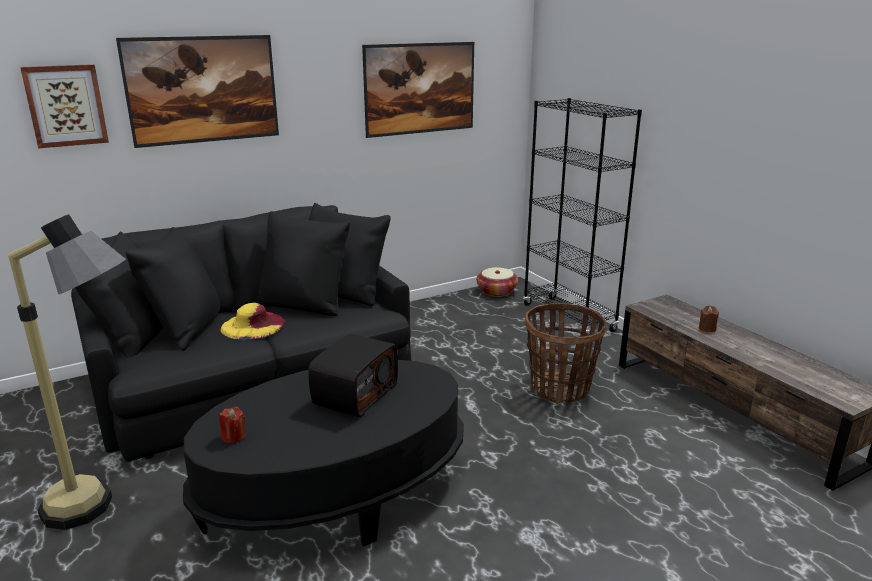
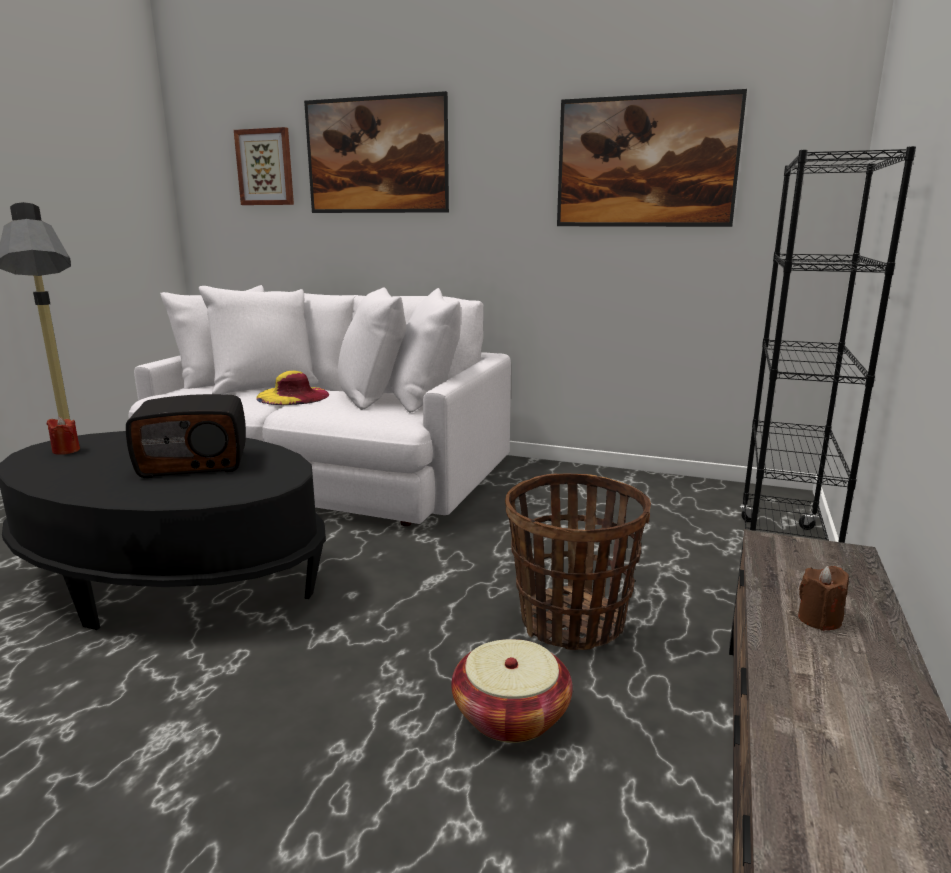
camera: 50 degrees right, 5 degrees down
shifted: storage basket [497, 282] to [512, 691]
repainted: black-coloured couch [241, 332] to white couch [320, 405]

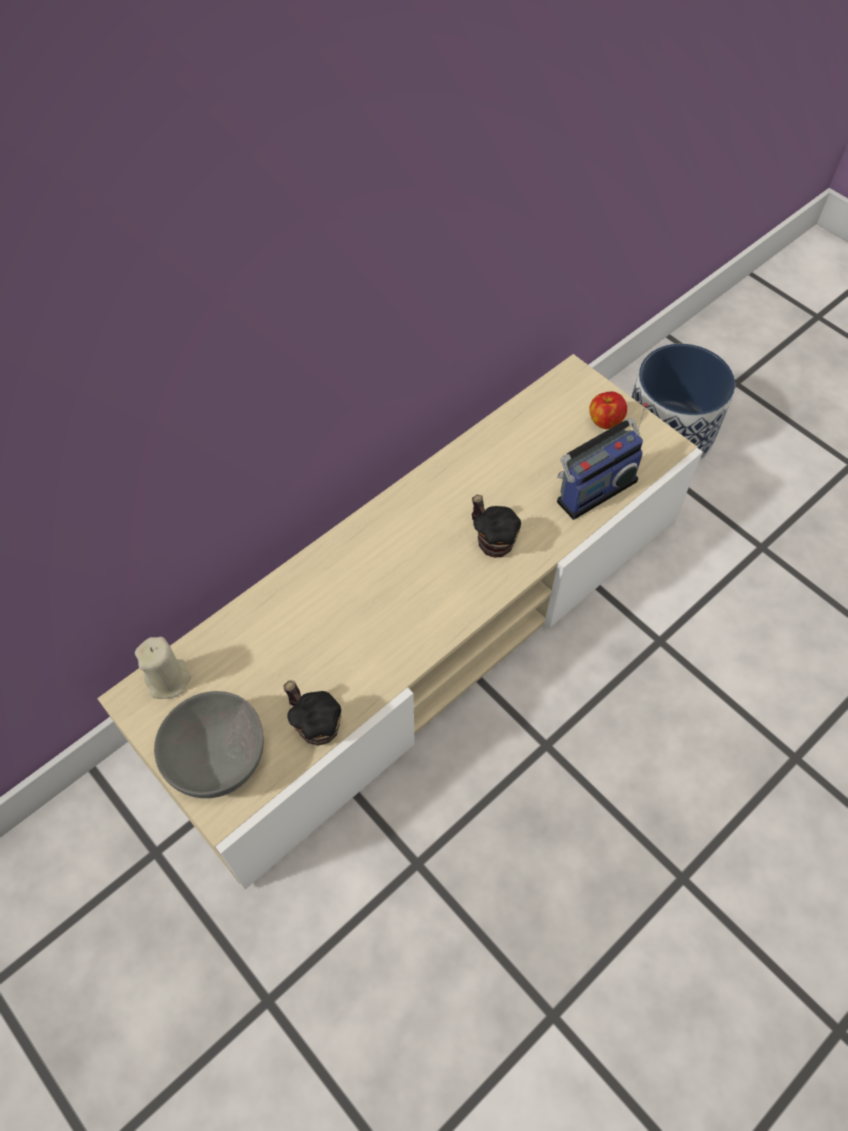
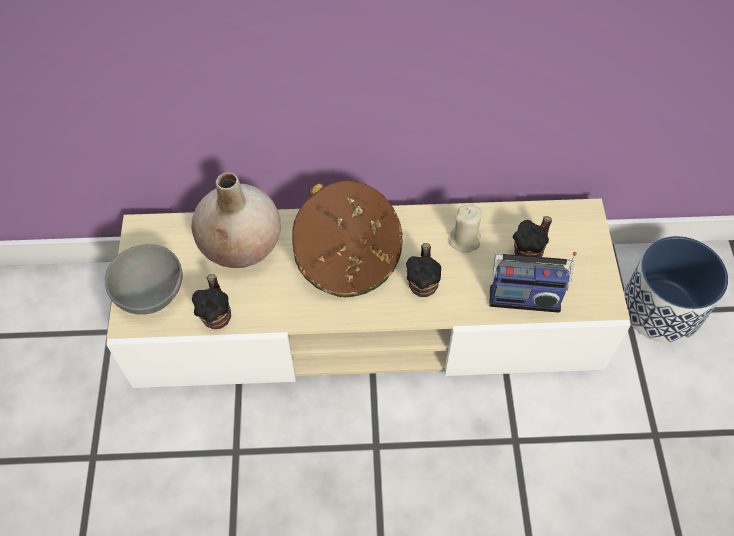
camera: 40 degrees right, 0 degrees up
gone: apple [608, 410]
new: beige-coloured vase [236, 220]; brown-coloured clothing hat [347, 238]; coffee mug [532, 239]
shifted: beige-coloured wax light [163, 668] to [465, 229]

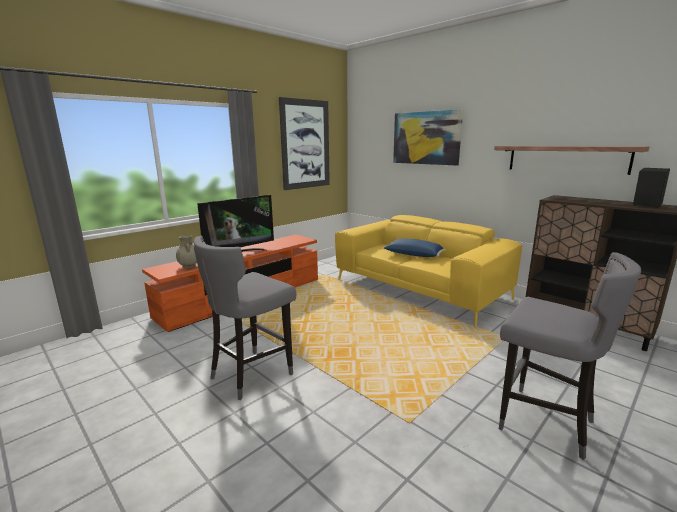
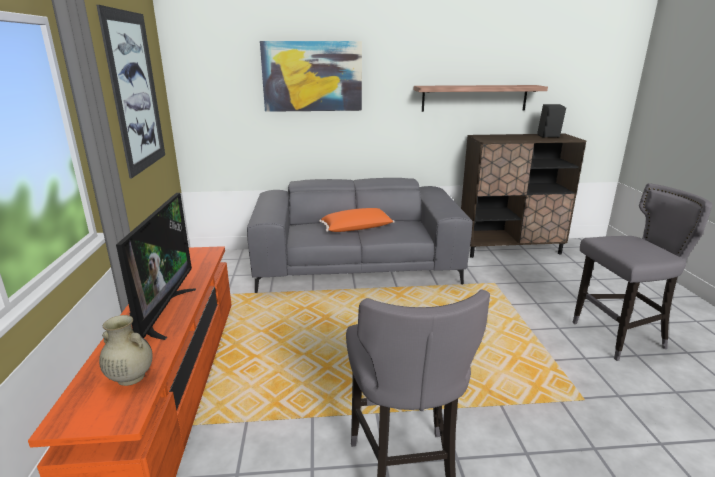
camera: 50 degrees left, 5 degrees up
repainted: yellow-coloured couch [428, 270] to greyish couch [360, 235]; bluish throw pillow [414, 248] to orangey throw pillow [357, 220]

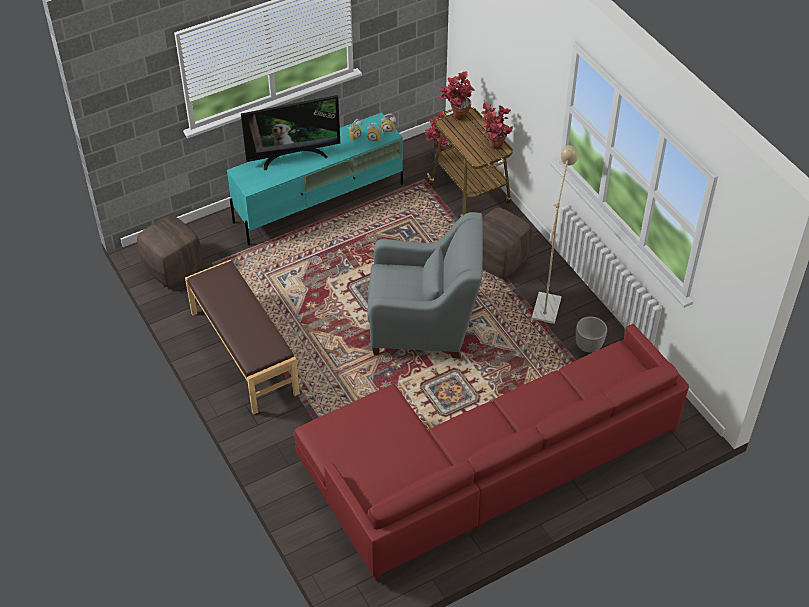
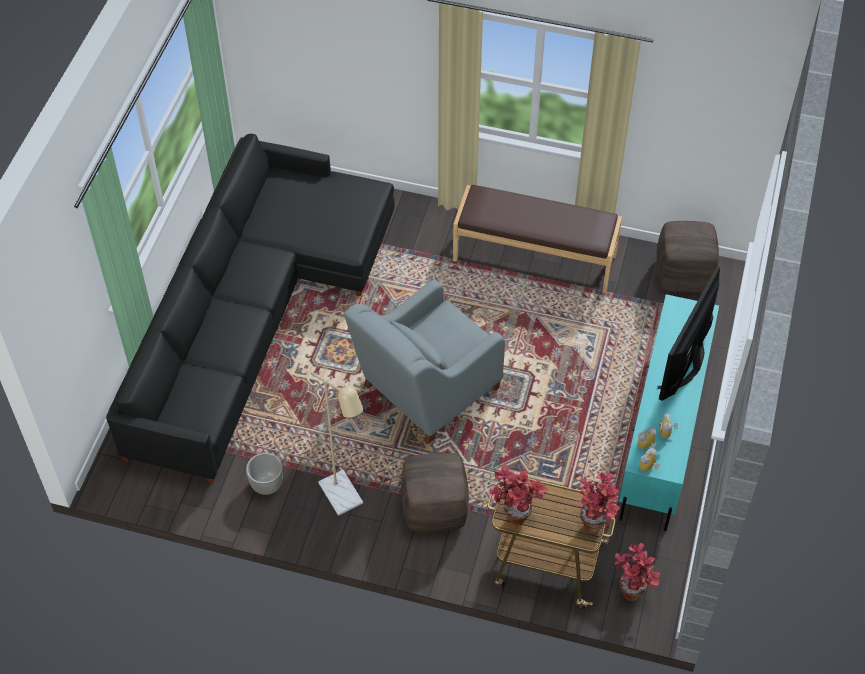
camera: 135 degrees right, 5 degrees up
repainted: red-coloured couch [491, 452] to black-coloured couch [250, 308]

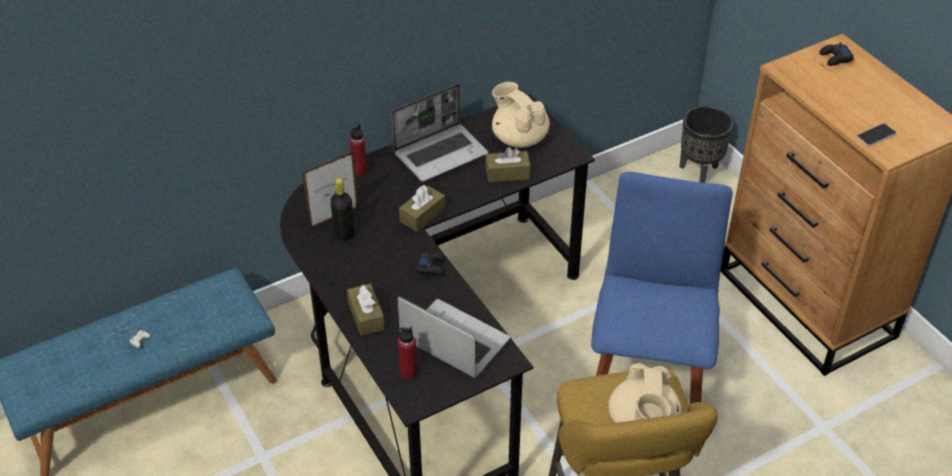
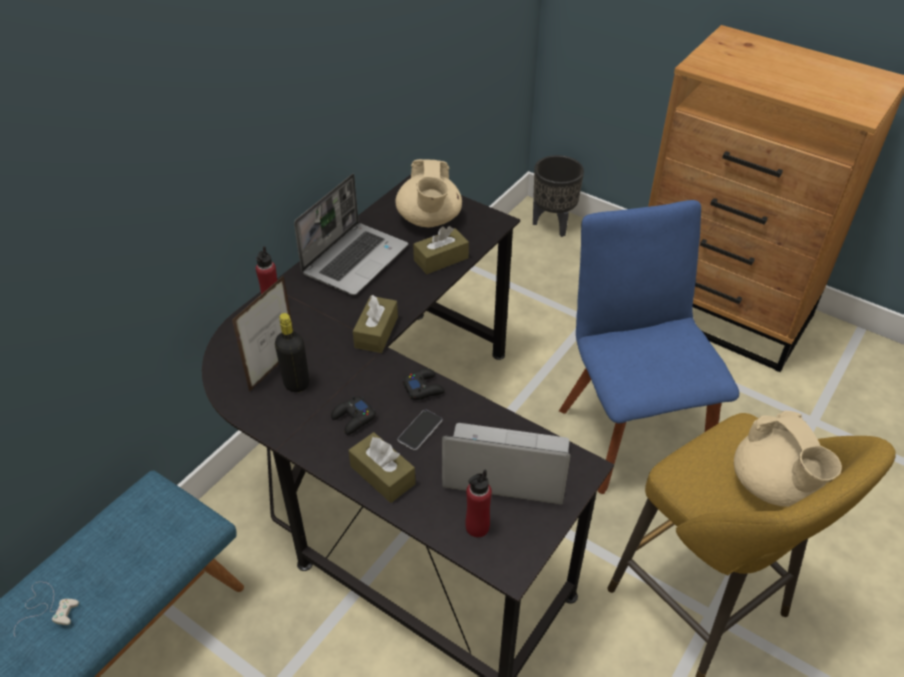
camera: 25 degrees left, 0 degrees up
shifted: black-coloured joypad [836, 54] to [353, 415]; telephone [876, 134] to [420, 430]
rotated: beige-coloured teapot [521, 115] = [428, 193] 120 degrees counterclockwise

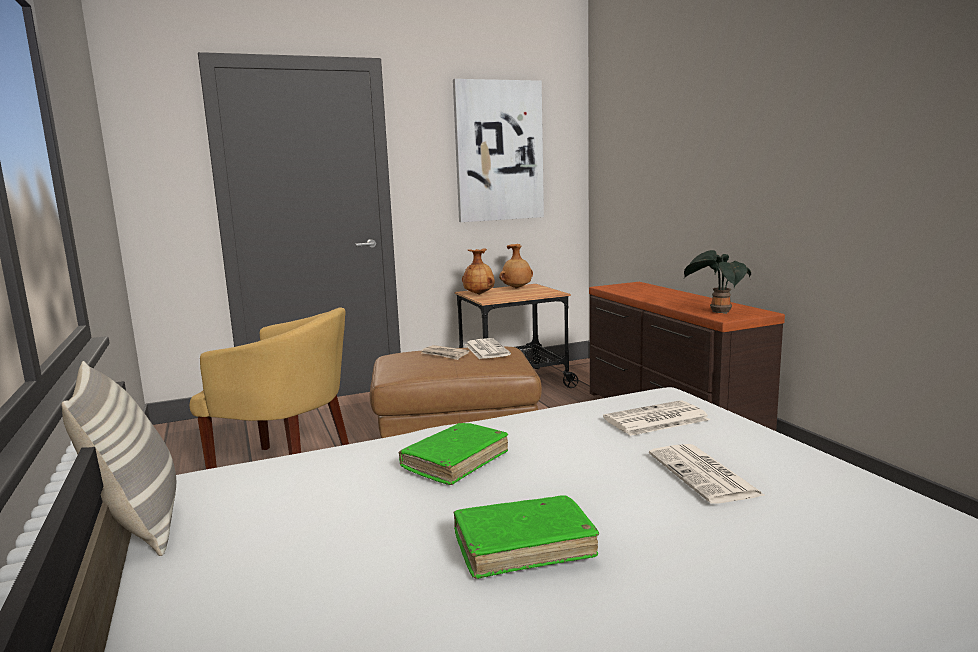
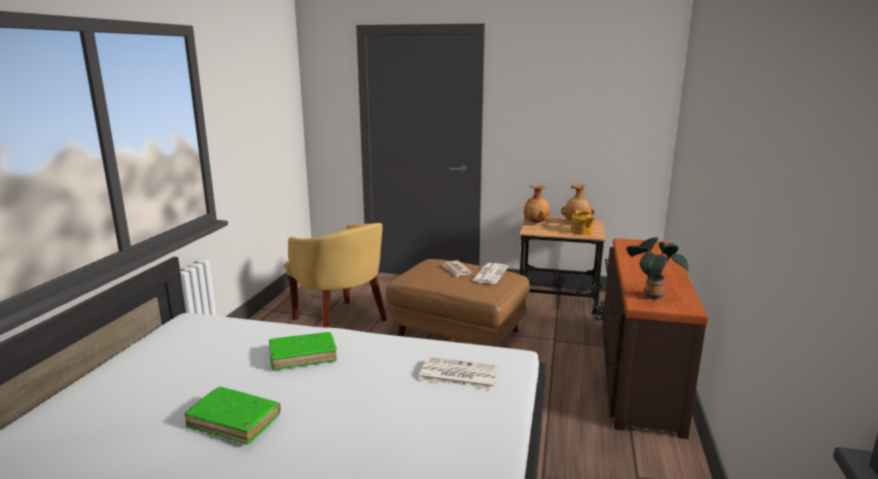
camera: 35 degrees right, 5 degrees up
gone: throw pillow [118, 458]; wall art [498, 150]; printed paper [707, 474]
new: teapot [583, 222]

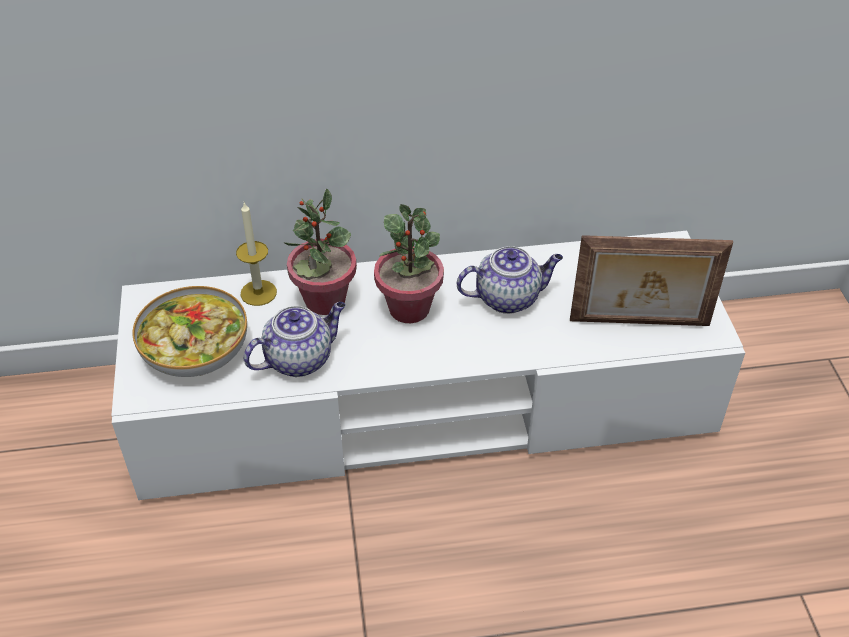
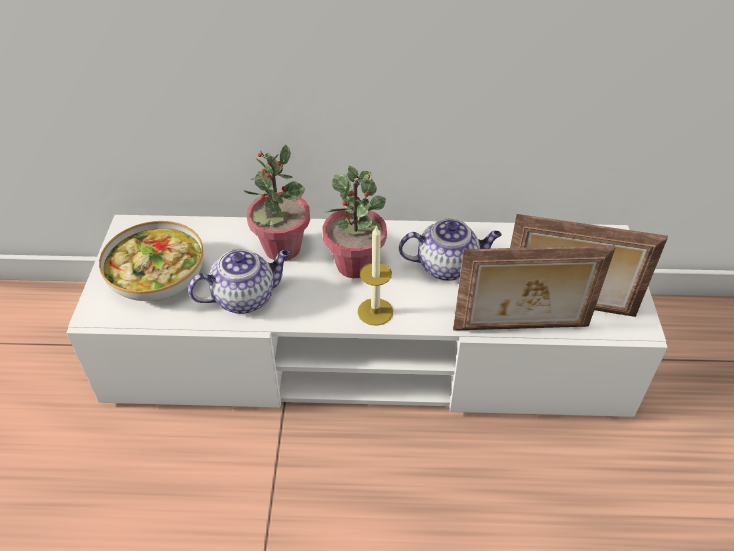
camera: 10 degrees right, 0 degrees up
new: picture frame [534, 288]
shifted: wax light [256, 254] to [375, 275]

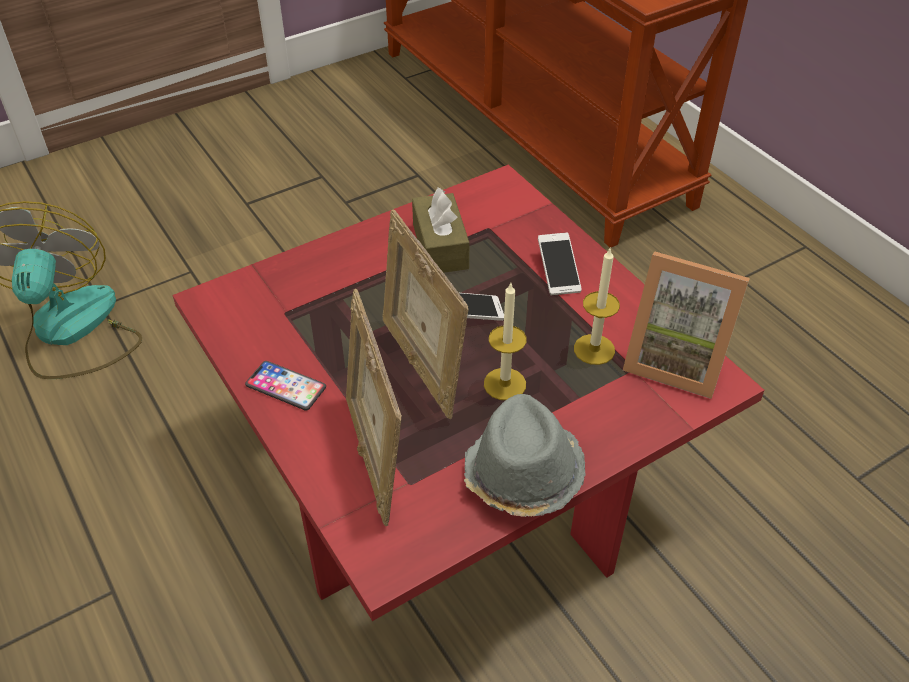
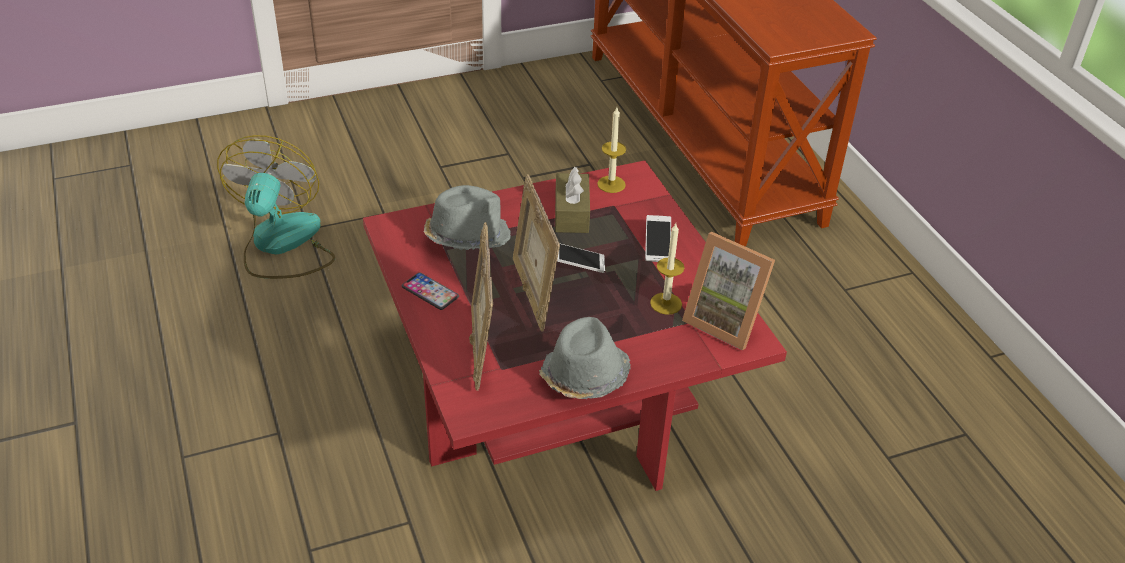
camera: 10 degrees right, 5 degrees down
new: greyish clothing hat [467, 217]
shifted: wax light [505, 341] to [611, 150]

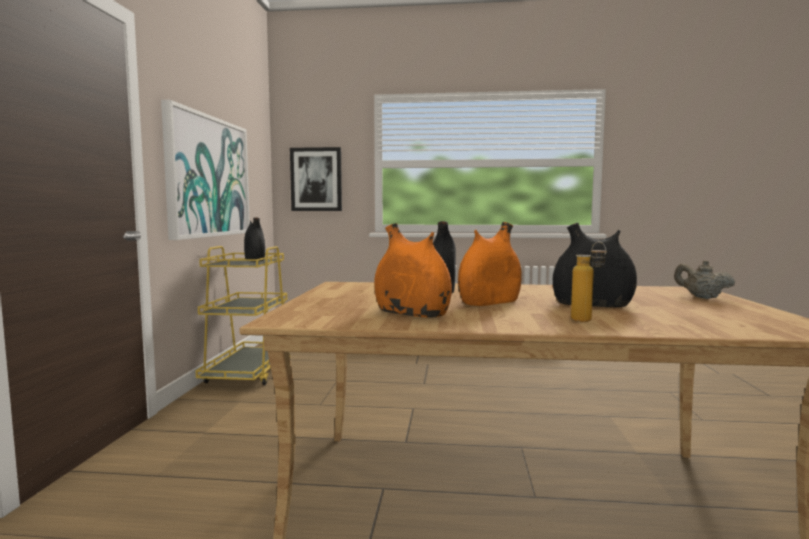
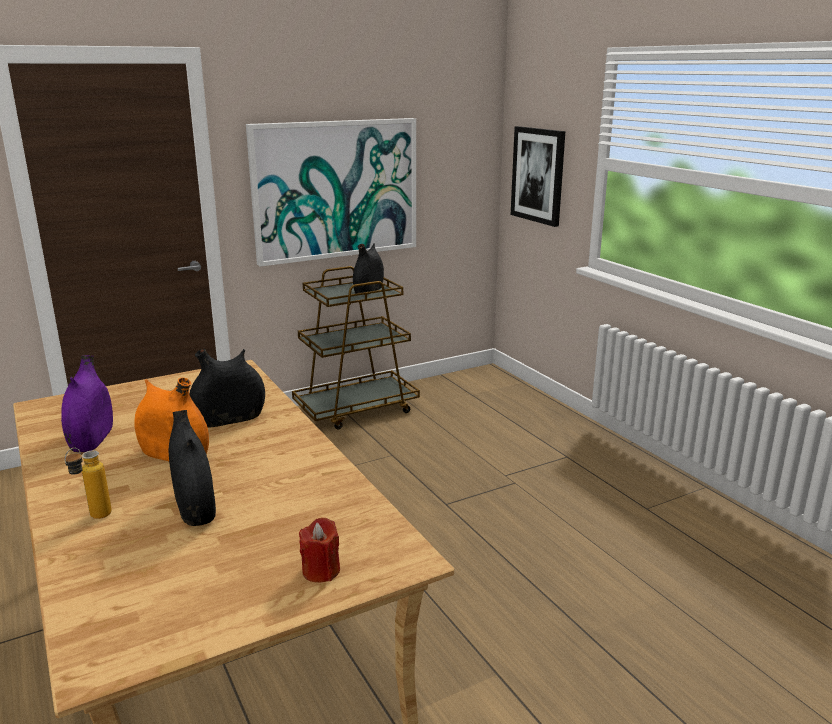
camera: 55 degrees right, 15 degrees up
swapped: beige-coloured teapot [704, 279] to red-coloured wax light [319, 550]
repainted: orangey vase [413, 270] to purplish vase [87, 403]; yellow-coloured wheeled cart [243, 315] to brown-coloured wheeled cart [356, 348]

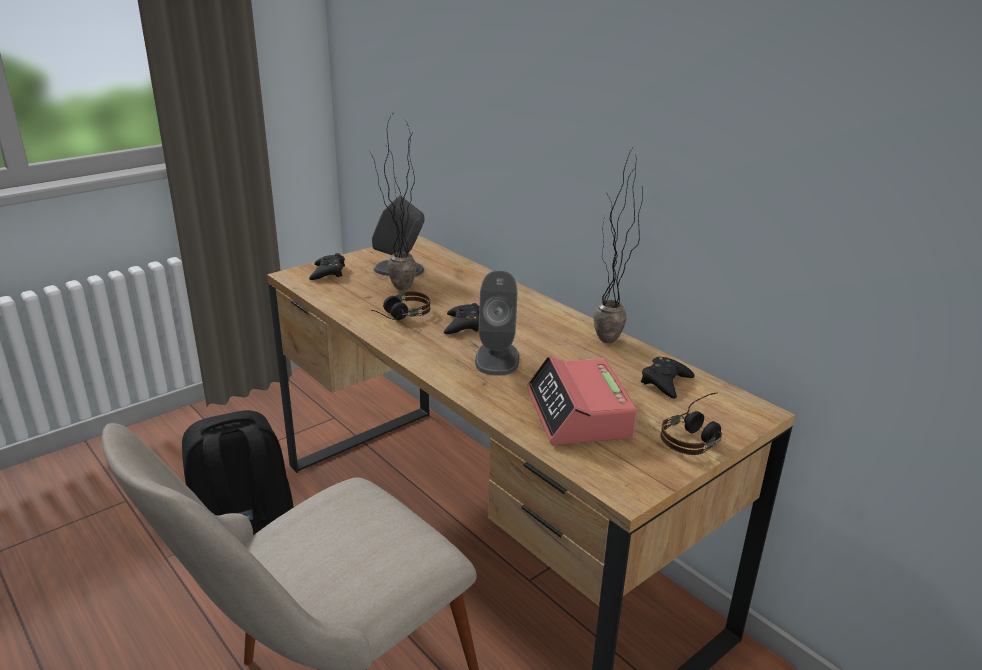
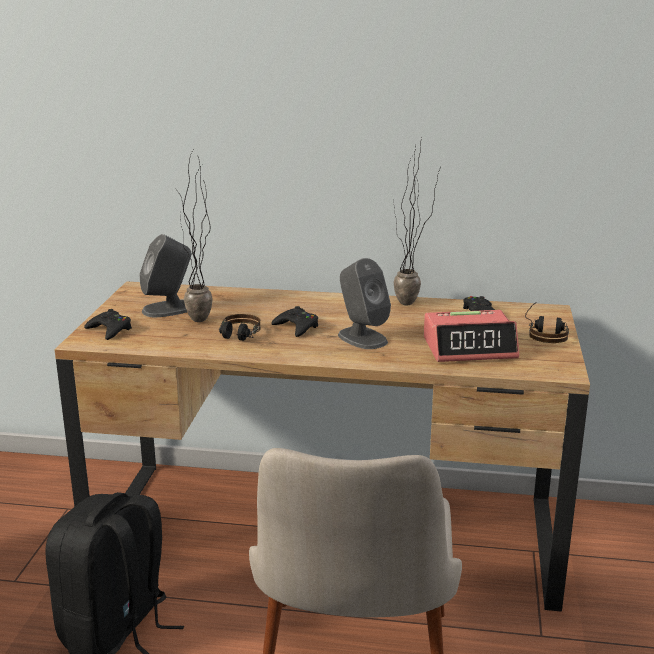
camera: 40 degrees left, 5 degrees down
rotated: table clock [582, 400] = [471, 336] 45 degrees counterclockwise

